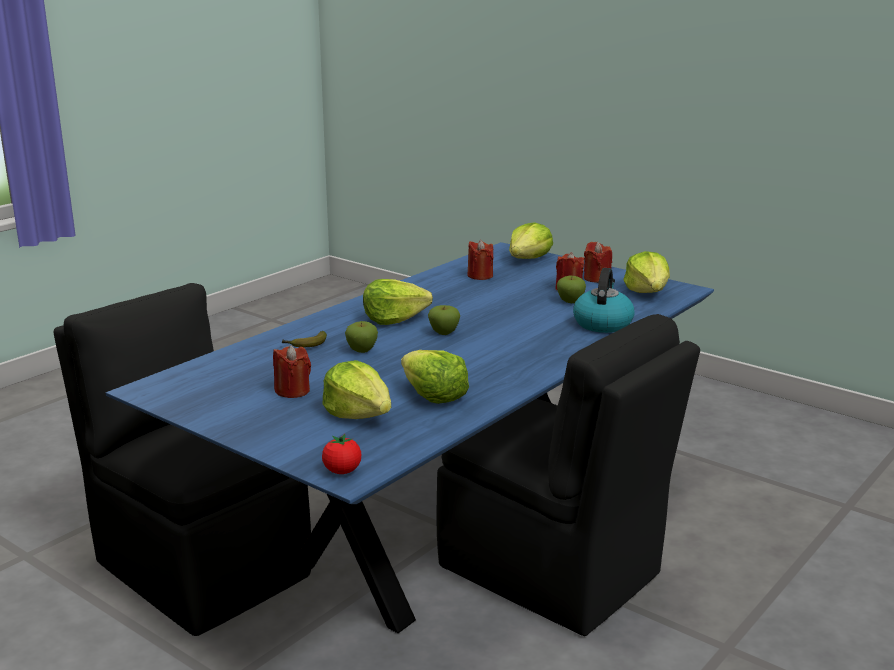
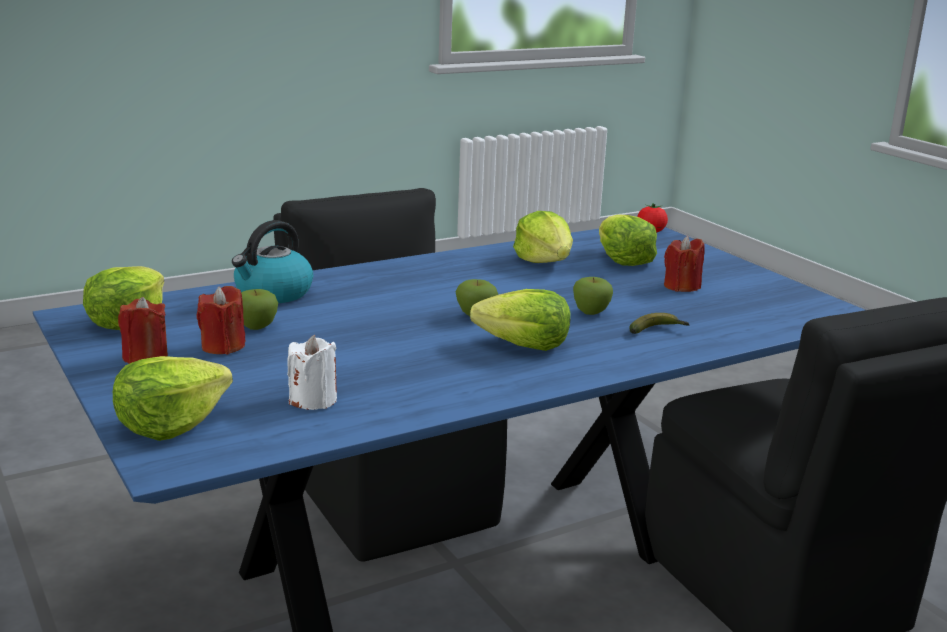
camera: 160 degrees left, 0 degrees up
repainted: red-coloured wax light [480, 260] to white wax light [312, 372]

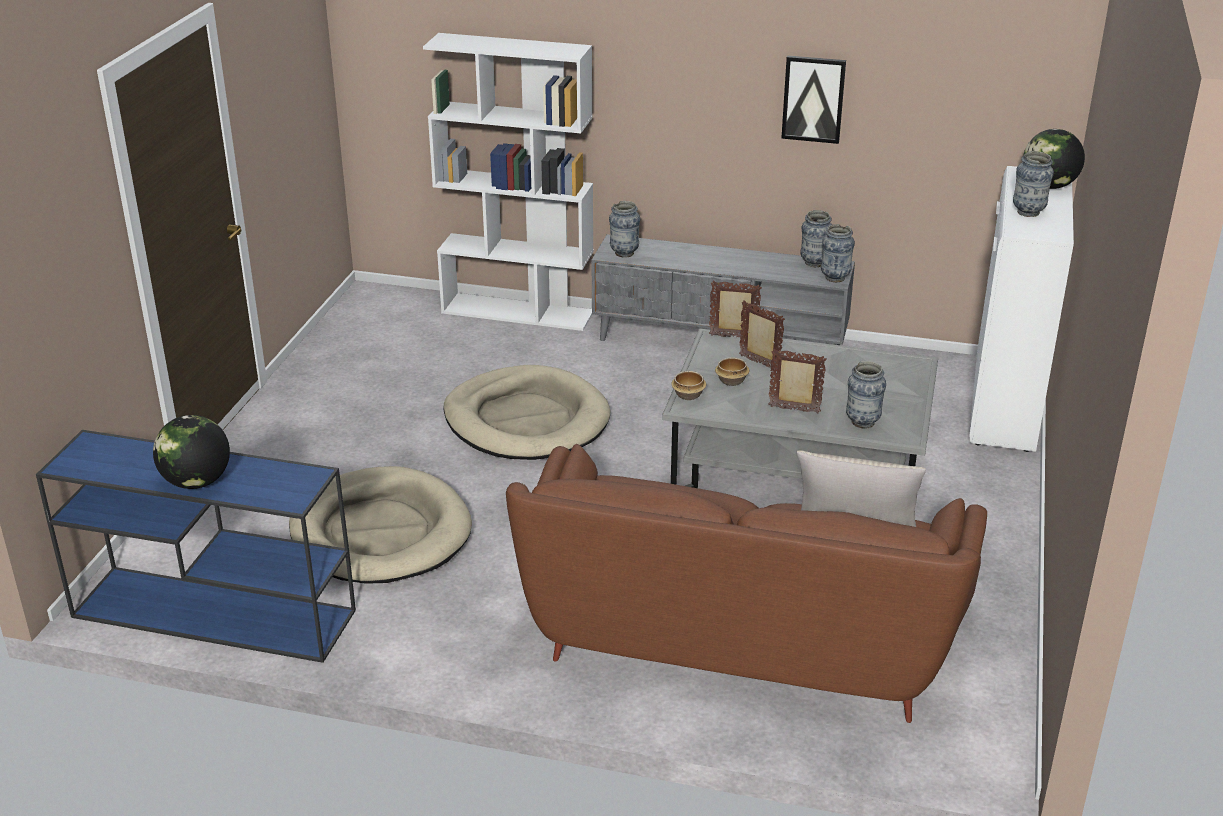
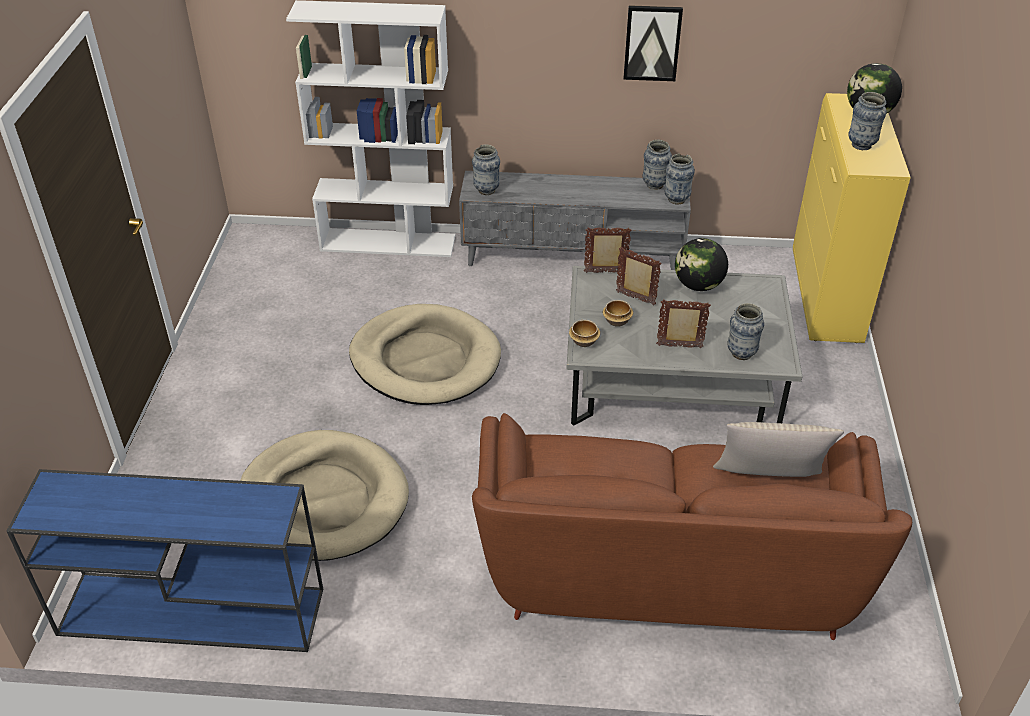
camera: 10 degrees left, 10 degrees up
shifted: world globe [191, 452] to [701, 264]
repainted: white storage cabinet [1022, 309] to yellow-coloured storage cabinet [852, 218]

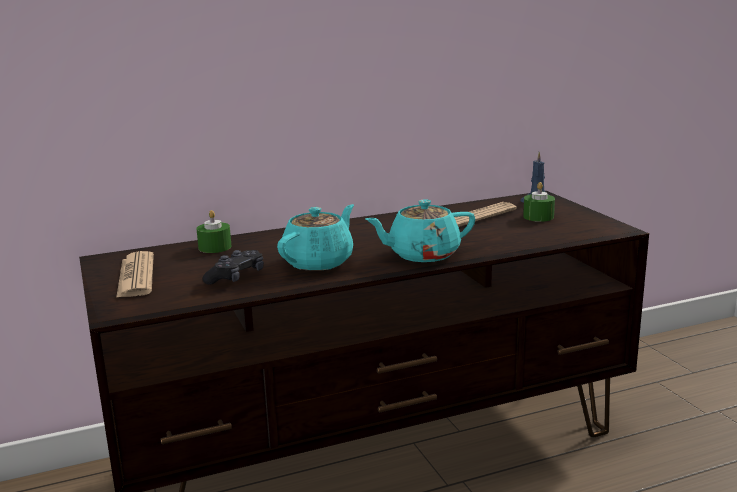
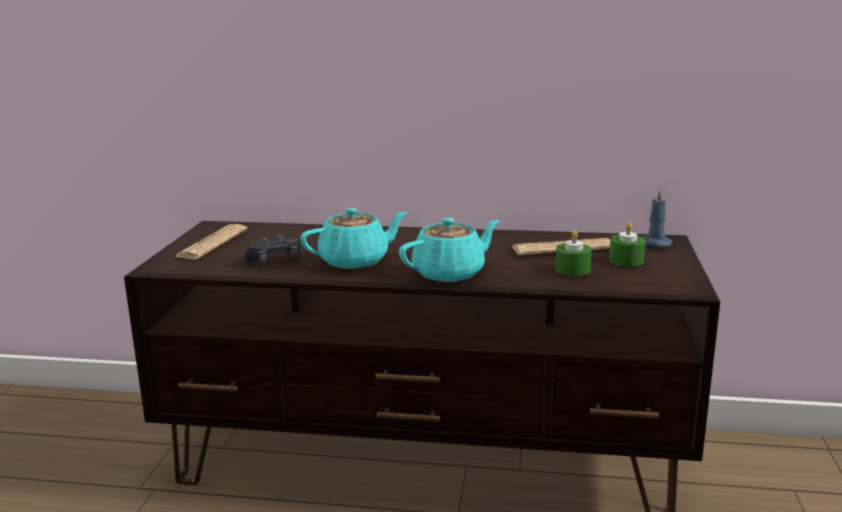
camera: 30 degrees right, 0 degrees up
shifted: greenish wax light [213, 231] to [573, 253]
rotated: blue-green teapot [420, 231] = [449, 250] 135 degrees clockwise

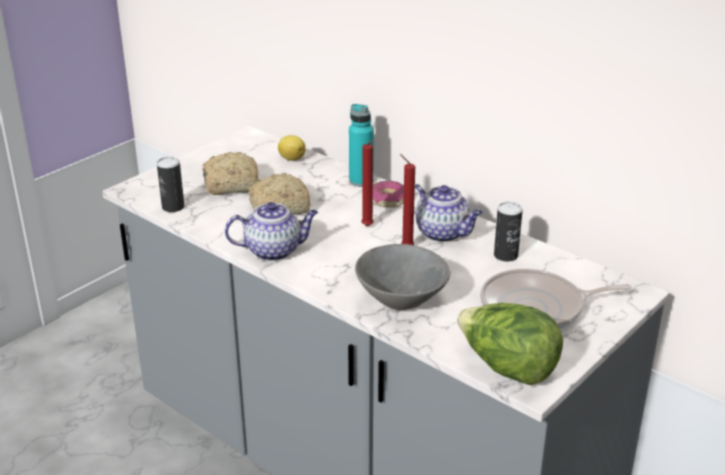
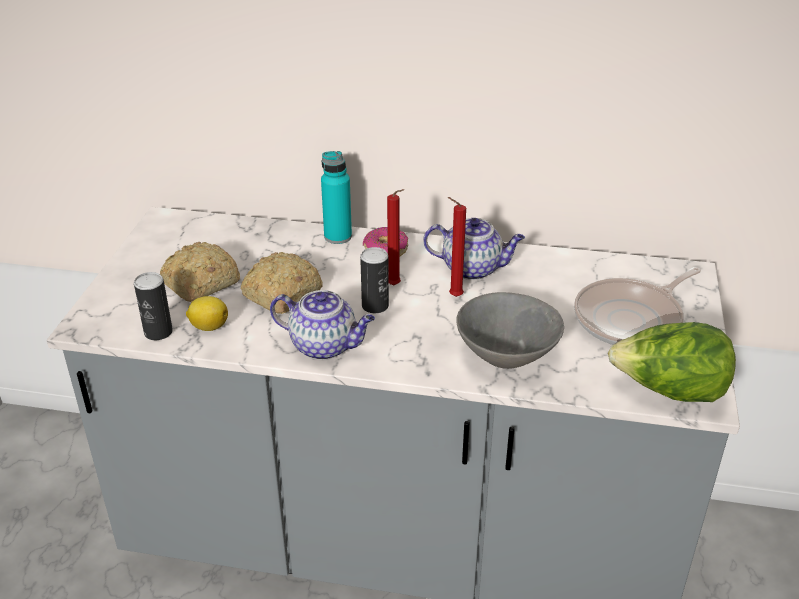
camera: 30 degrees left, 5 degrees up
shifted: lemon [292, 148] to [207, 313]; can [508, 232] to [374, 280]
rotated: teapot [271, 231] = [322, 325] 60 degrees clockwise

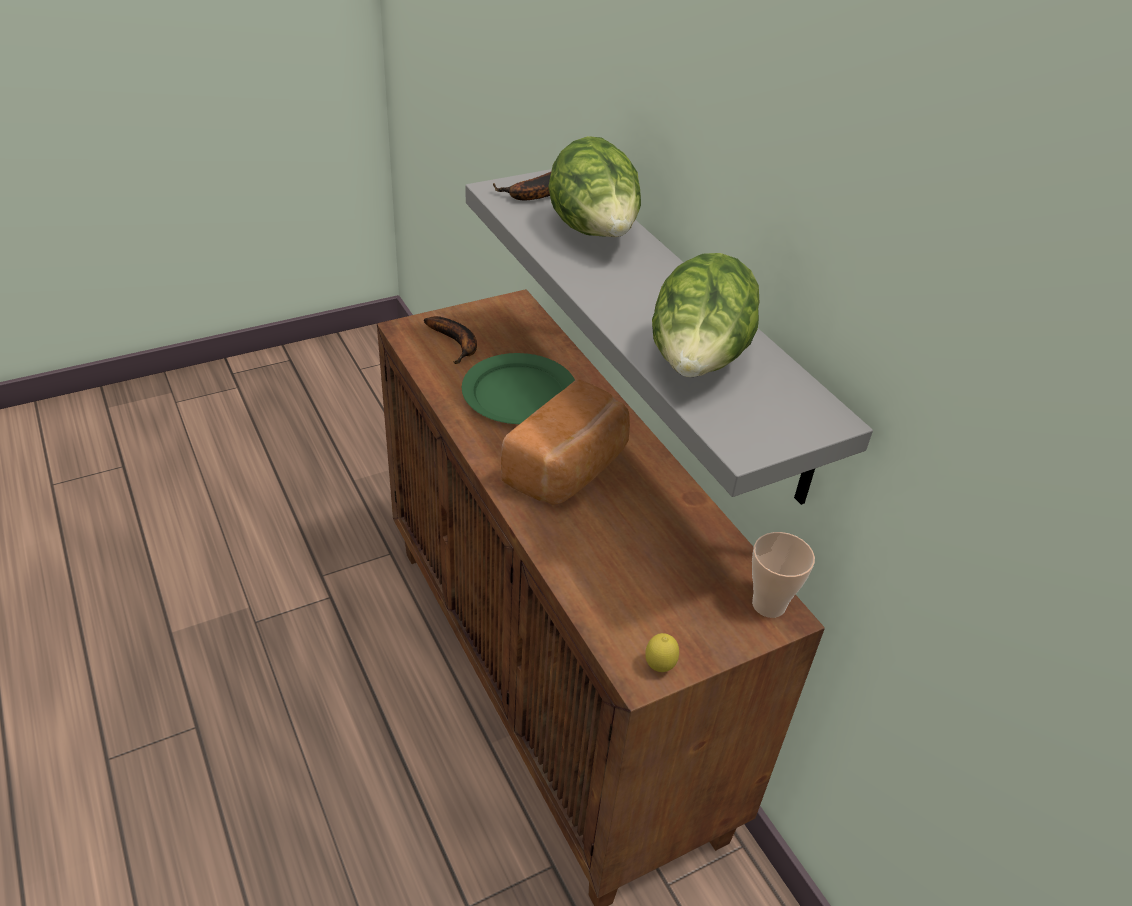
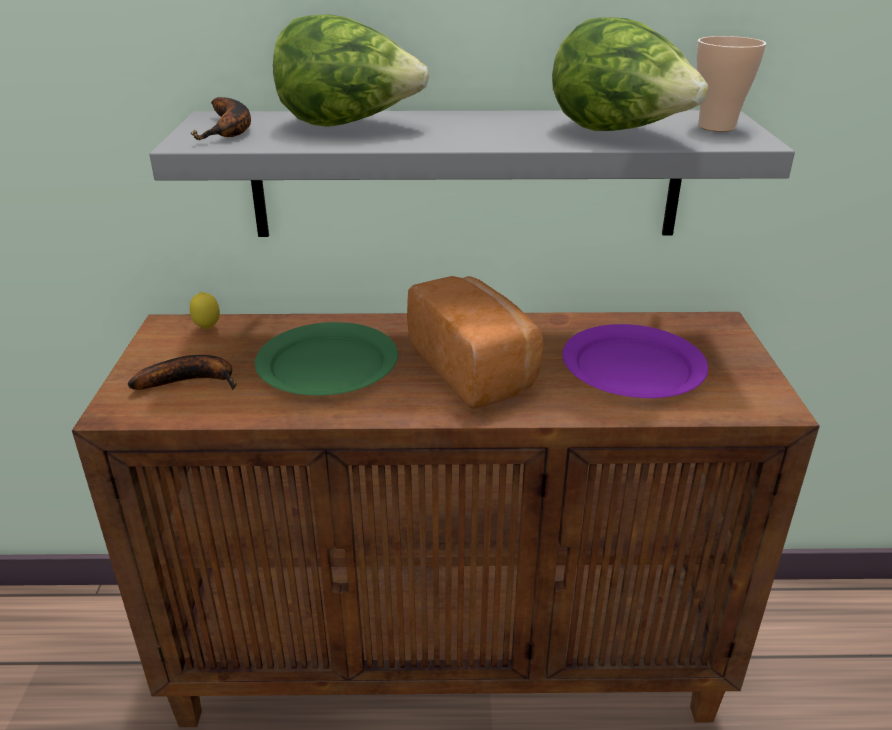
camera: 60 degrees left, 10 degrees down
new: purplish dinner plate [635, 361]
shifted: lemon [662, 652] to [205, 310]; small cup [783, 575] to [731, 84]

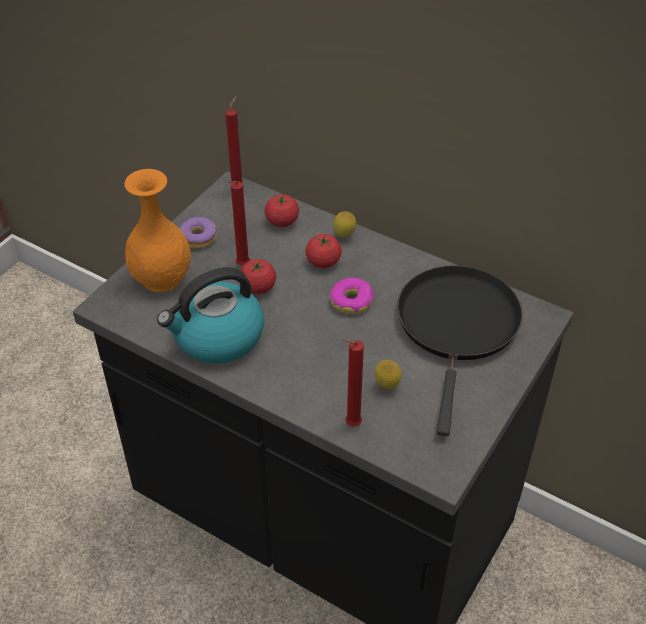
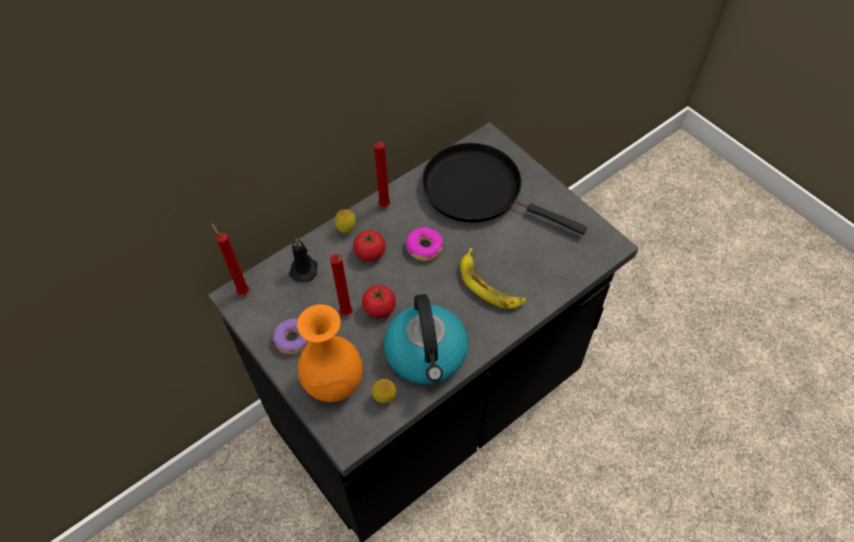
camera: 70 degrees left, 10 degrees up
new: whole banana [493, 278]
shifted: lemon [388, 375] to [384, 391]; red-coloured wax light [353, 382] to [382, 174]
swapped: fresh tomato [282, 210] to black-coloured wax light [303, 260]

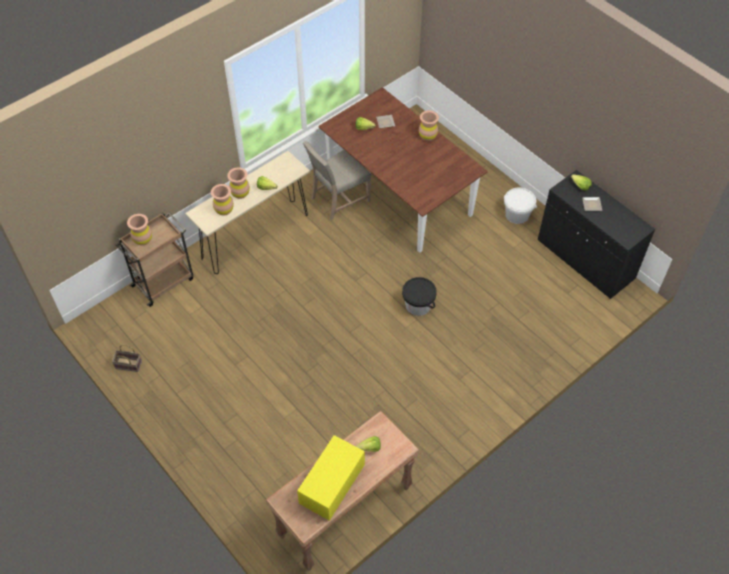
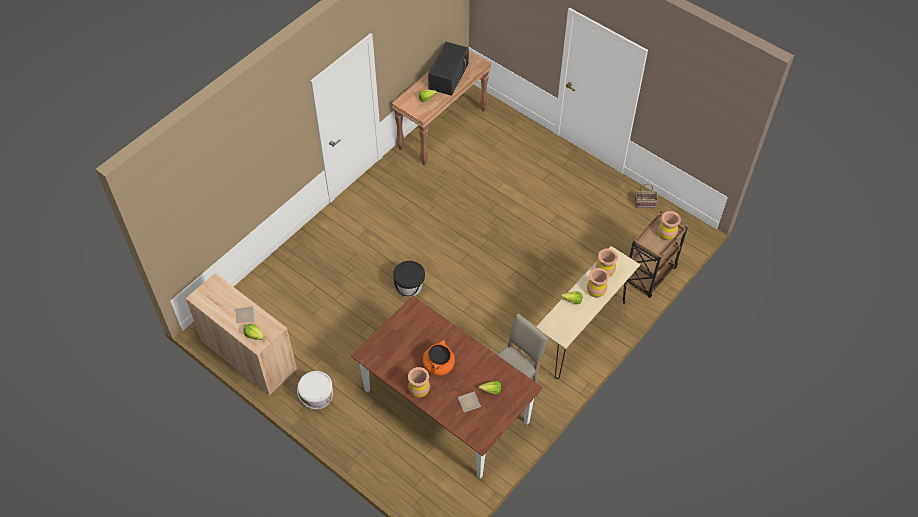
camera: 170 degrees right, 0 degrees up
new: orangey stockpot [439, 358]
repainted: black-coloured storage cabinet [596, 234] to beige-coloured storage cabinet [241, 334]; yellow-coloured microwave oven [331, 478] to black-coloured microwave oven [448, 69]

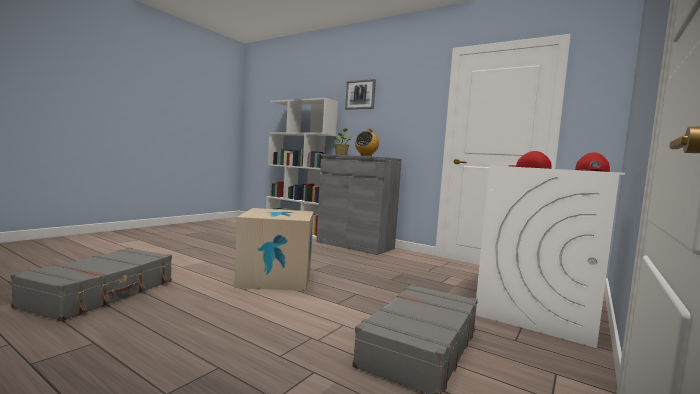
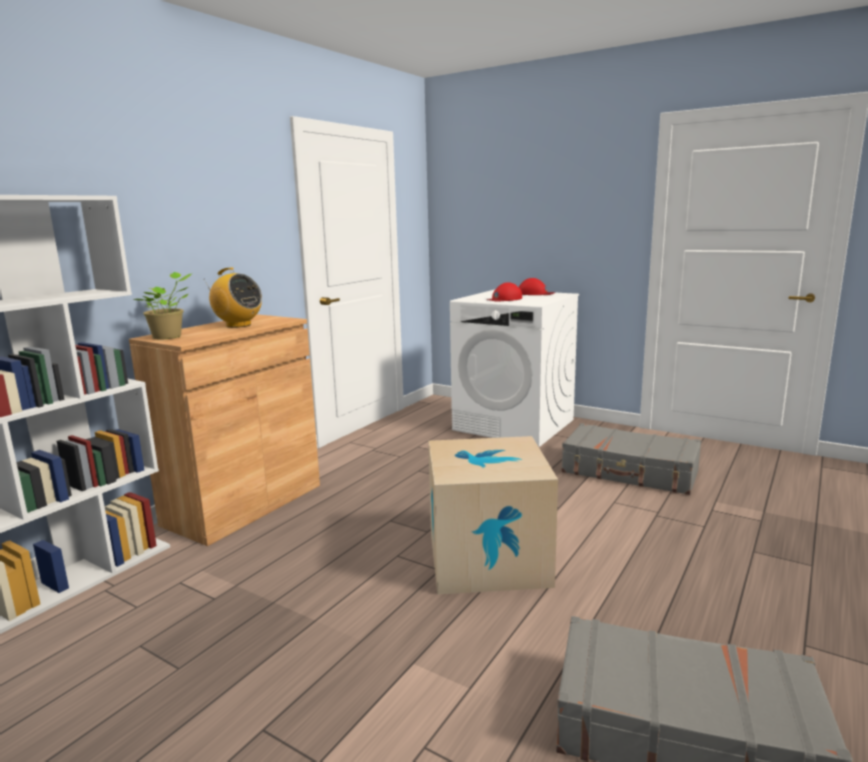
camera: 90 degrees left, 10 degrees up
gone: wall art [360, 94]
repainted: greyish storage cabinet [359, 204] to brown-coloured storage cabinet [224, 430]

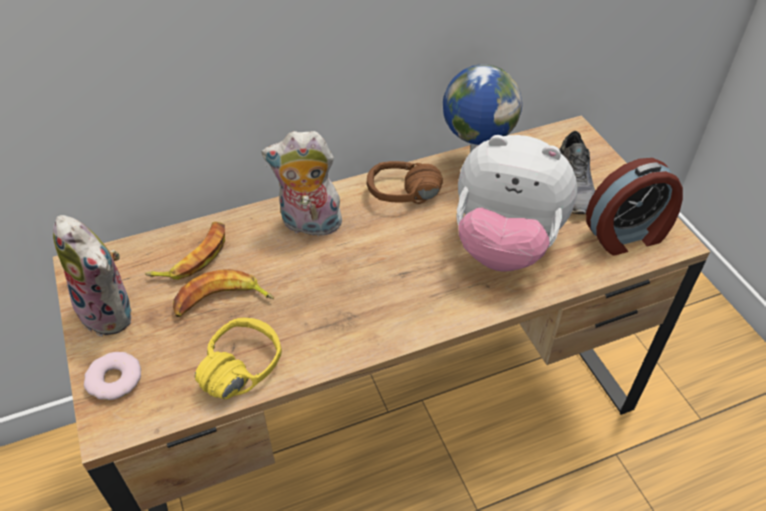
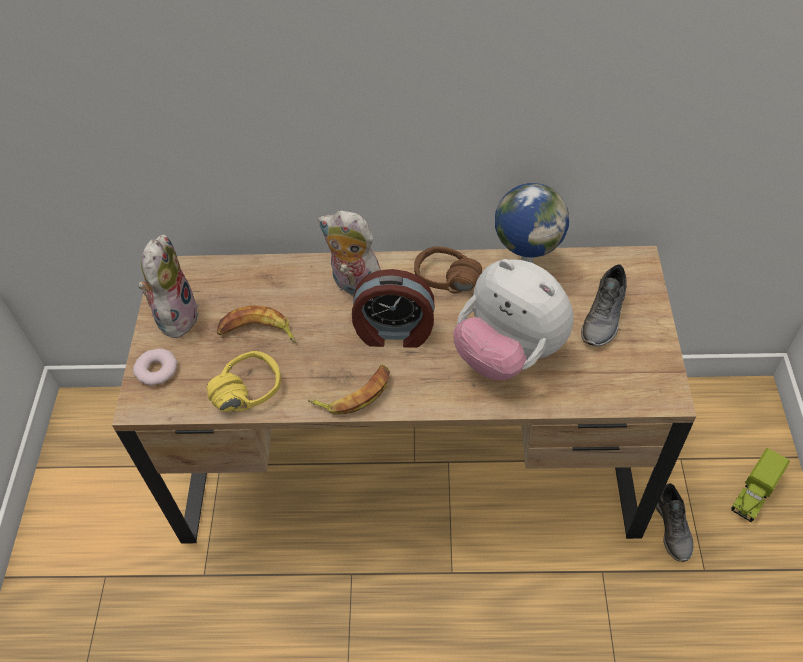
camera: 25 degrees right, 5 degrees up
new: greyish item of footwear [674, 522]; toy lorry [760, 485]
shifted: whole banana [185, 251] to [349, 389]; table clock [634, 206] to [393, 308]
rotated: plush toy [93, 276] = [168, 287] 150 degrees counterclockwise

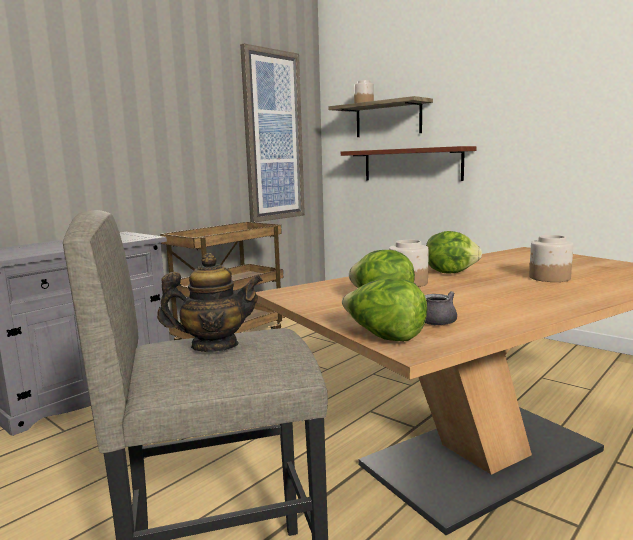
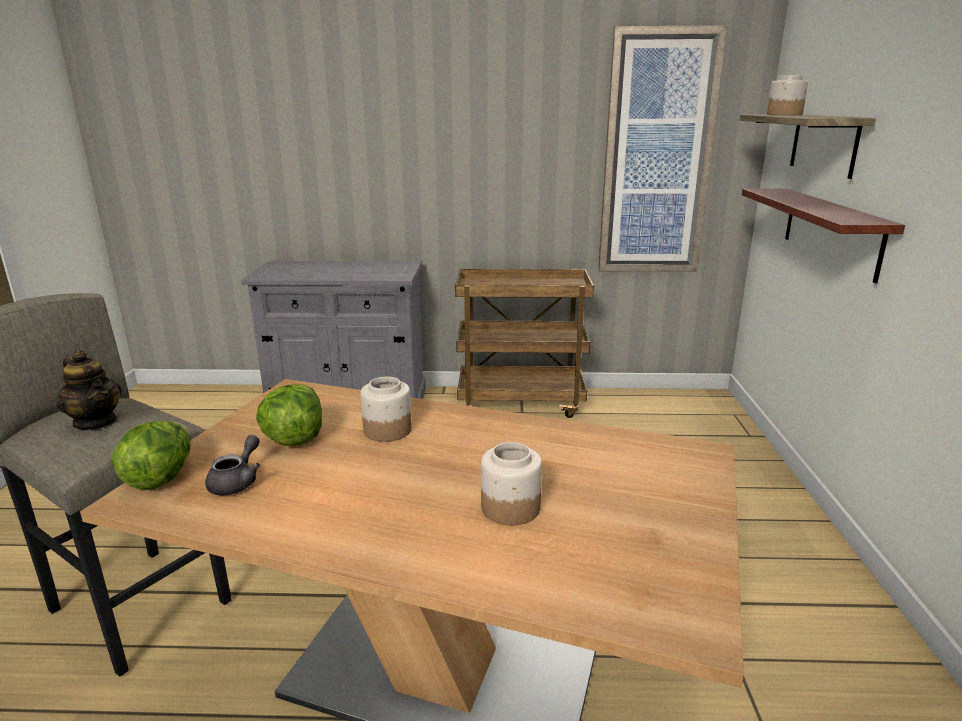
camera: 50 degrees right, 10 degrees up
gone: lettuce [454, 252]

